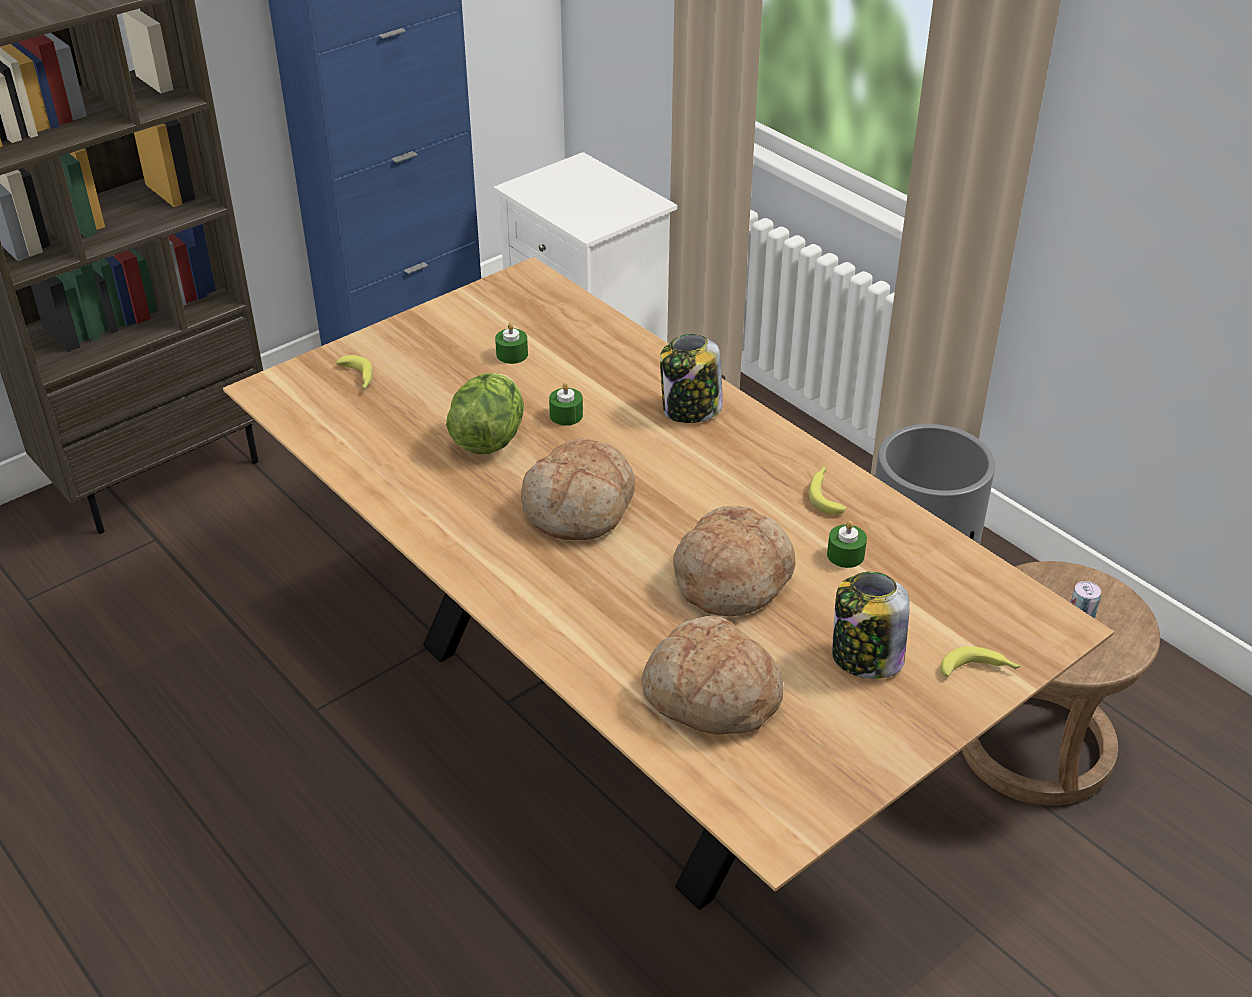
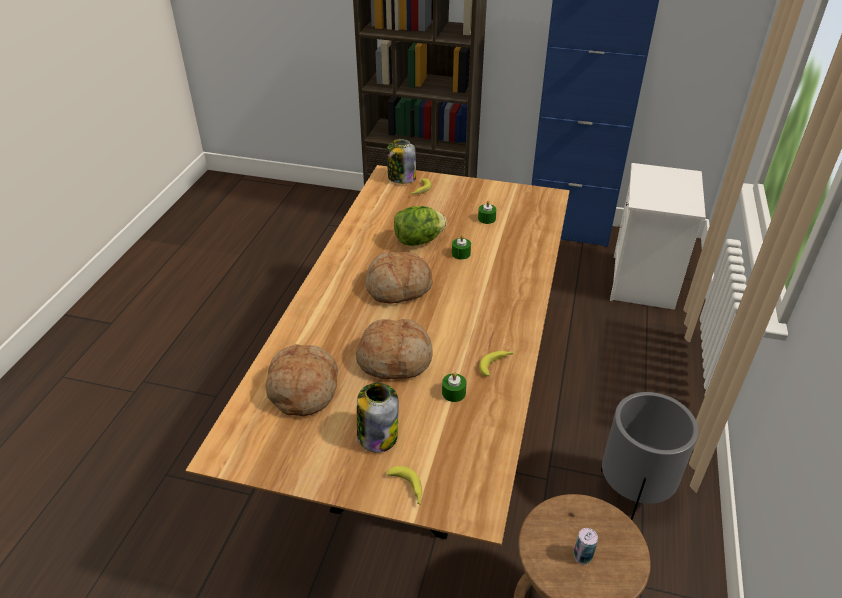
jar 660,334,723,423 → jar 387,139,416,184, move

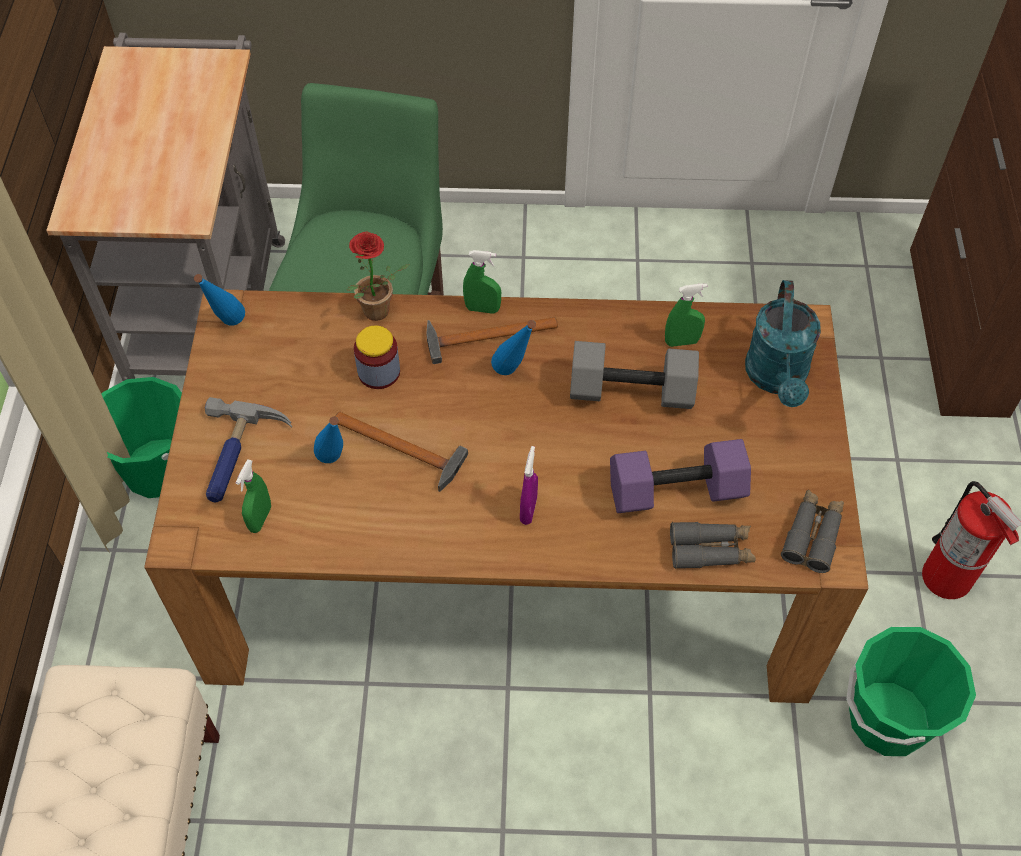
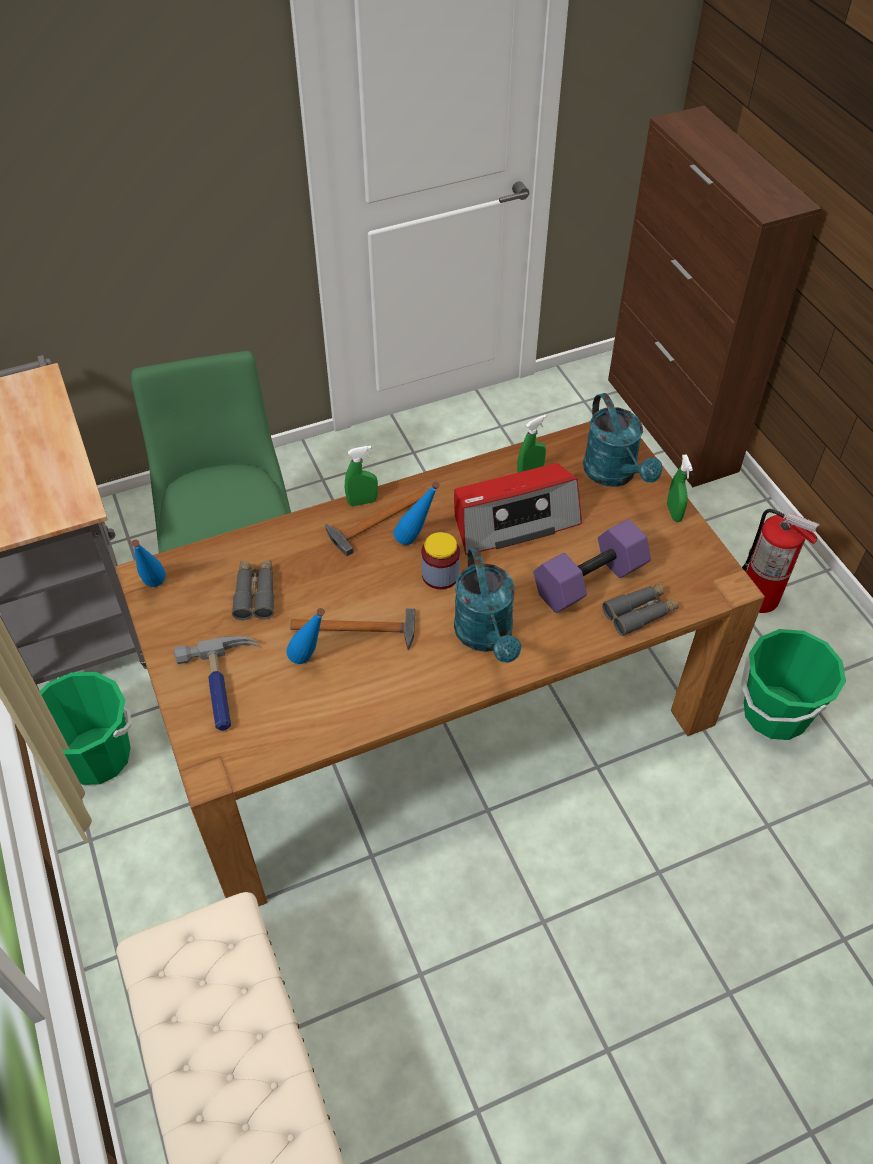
potted plant 347,231,410,321 → -
jar 354,325,400,389 → jar 421,532,460,589, move
grey dumbbell 570,341,699,409 → radio 454,463,582,555
purple spray bottle 520,446,538,525 → turquoise watering can 454,547,521,663
green spray bottle 236,460,271,533 → green spray bottle 667,454,693,522, move
grey binoculars 781,490,844,573 → grey binoculars 232,560,274,620, move

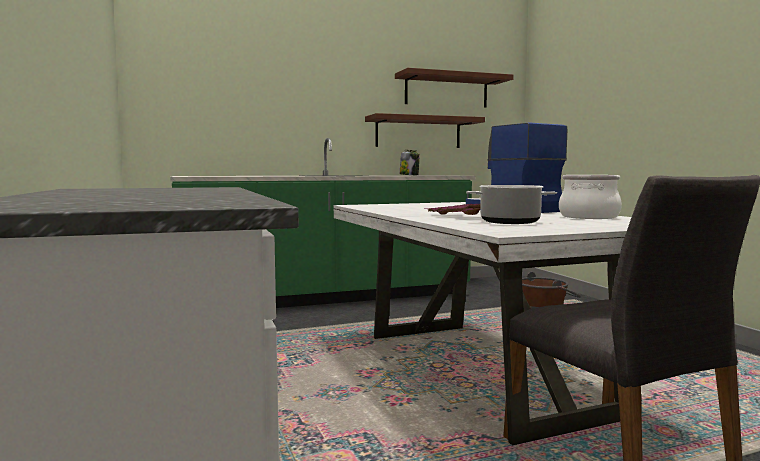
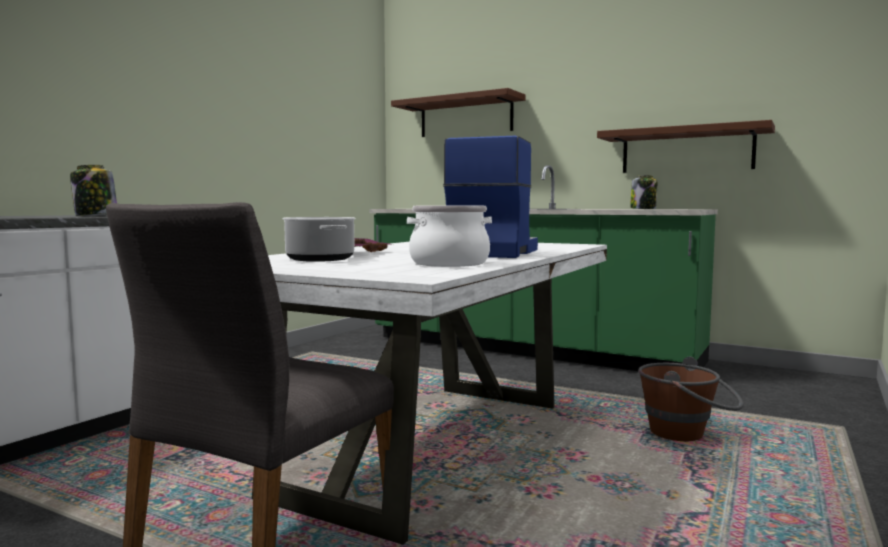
brown shelf 395,68,513,108 → brown shelf 391,88,525,137, move
- → jar 70,165,117,216

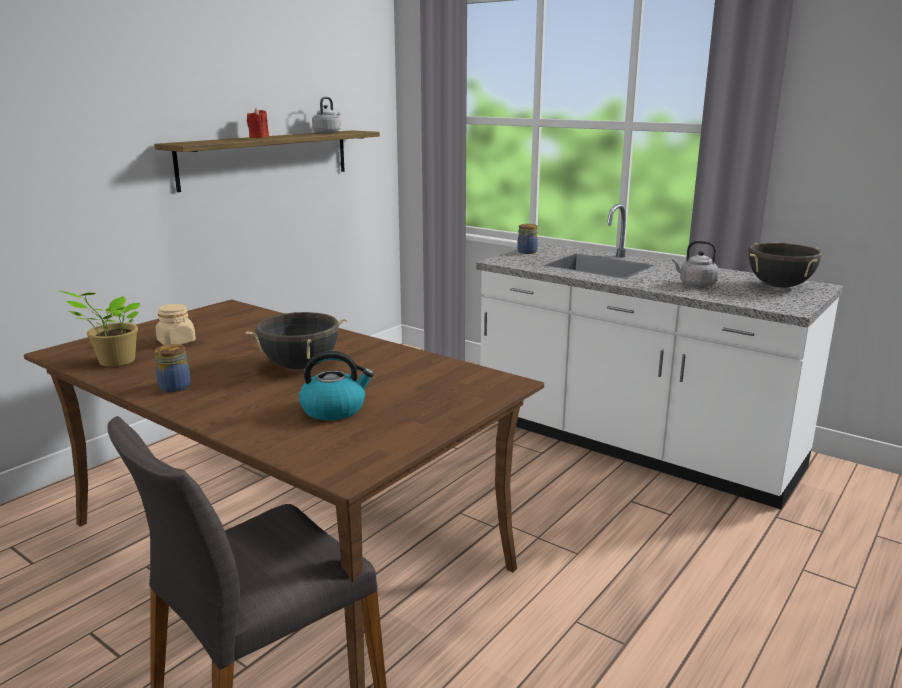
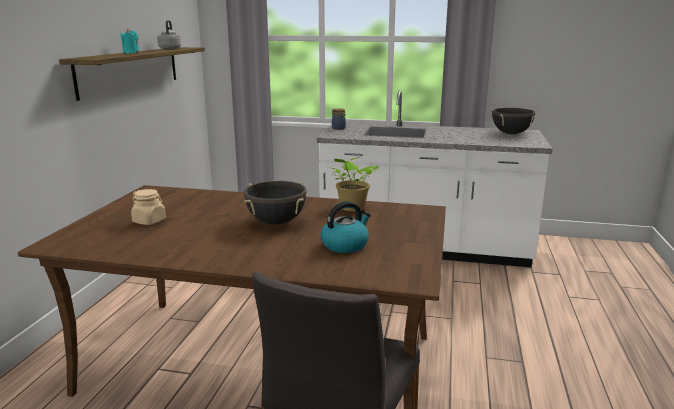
red candle 247,108,269,138 → turquoise candle 120,29,140,54
grey kettle 672,241,718,287 → -
potted plant 60,291,140,367 → potted plant 329,157,378,212, move
jar 154,344,191,393 → -

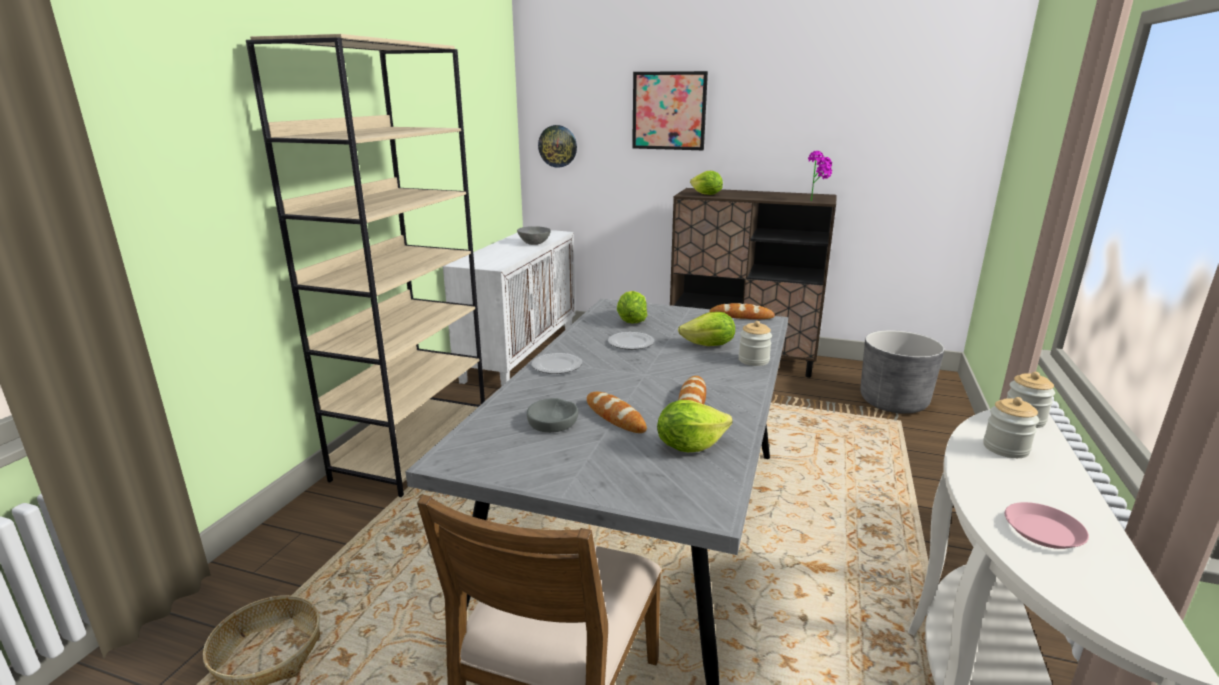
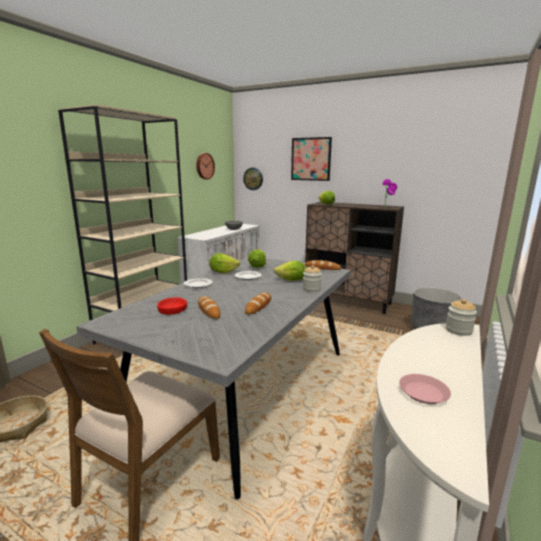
jar 983,397,1039,458 → -
grey bowl 527,398,578,433 → red bowl 157,297,187,315
lettuce 657,400,733,452 → lettuce 209,253,240,273, move
- → wall clock 196,153,215,179

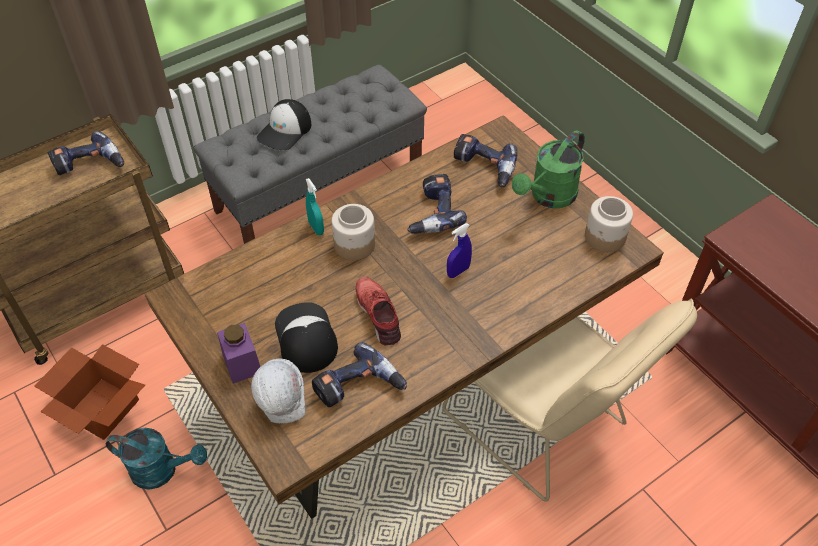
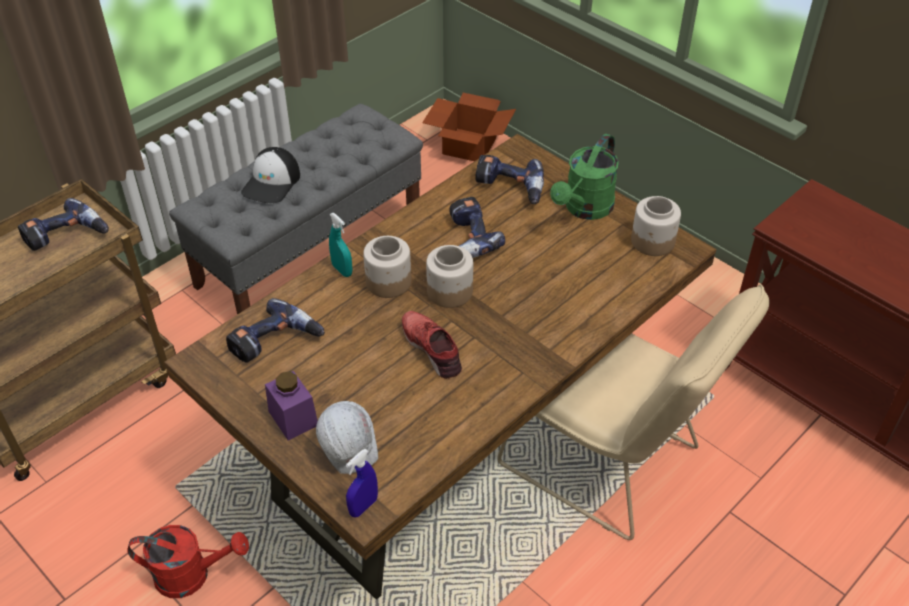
blue spray bottle 447,223,472,278 → blue spray bottle 346,449,378,518, move
cap 275,302,338,373 → -
power drill 312,342,407,407 → power drill 226,298,325,362, move
cardboard box 34,344,145,440 → cardboard box 422,93,516,161, move
turquoise watering can 106,428,207,490 → red watering can 127,525,249,598
- → jar 426,245,473,308

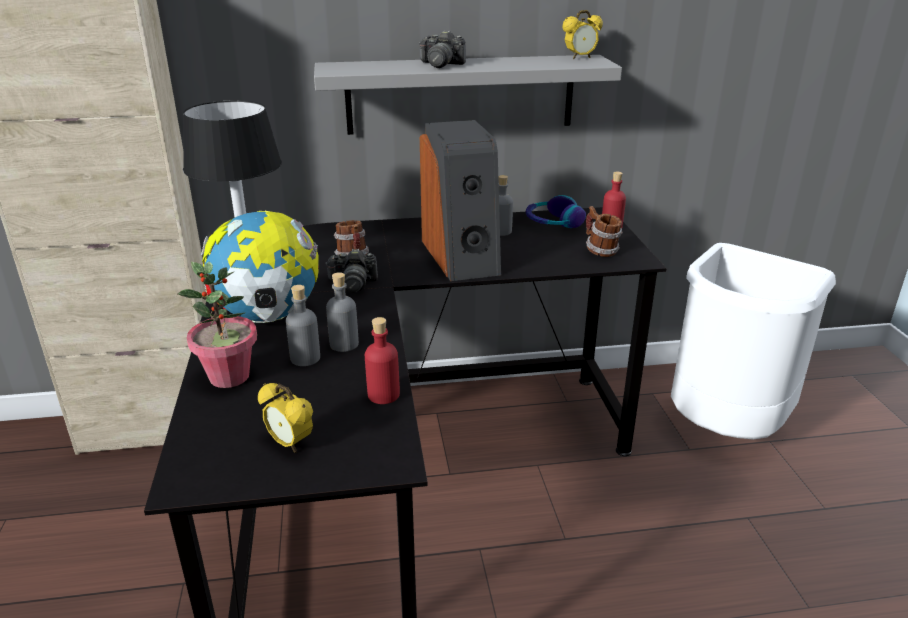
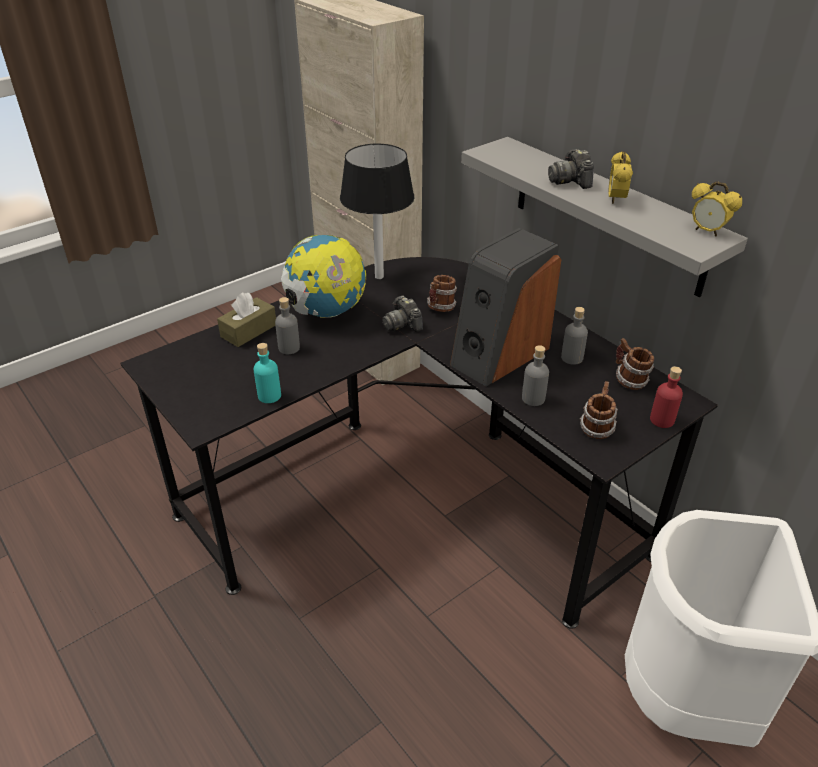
headphones 526,195,586,228 → mug 616,338,654,390
potted plant 178,262,257,388 → brown tissue box 217,292,276,347
grey bottle 326,272,359,352 → grey bottle 522,345,549,406, move
red bottle 365,317,400,404 → turquoise bottle 253,343,281,403
alarm clock 258,383,313,453 → alarm clock 608,151,633,204, move

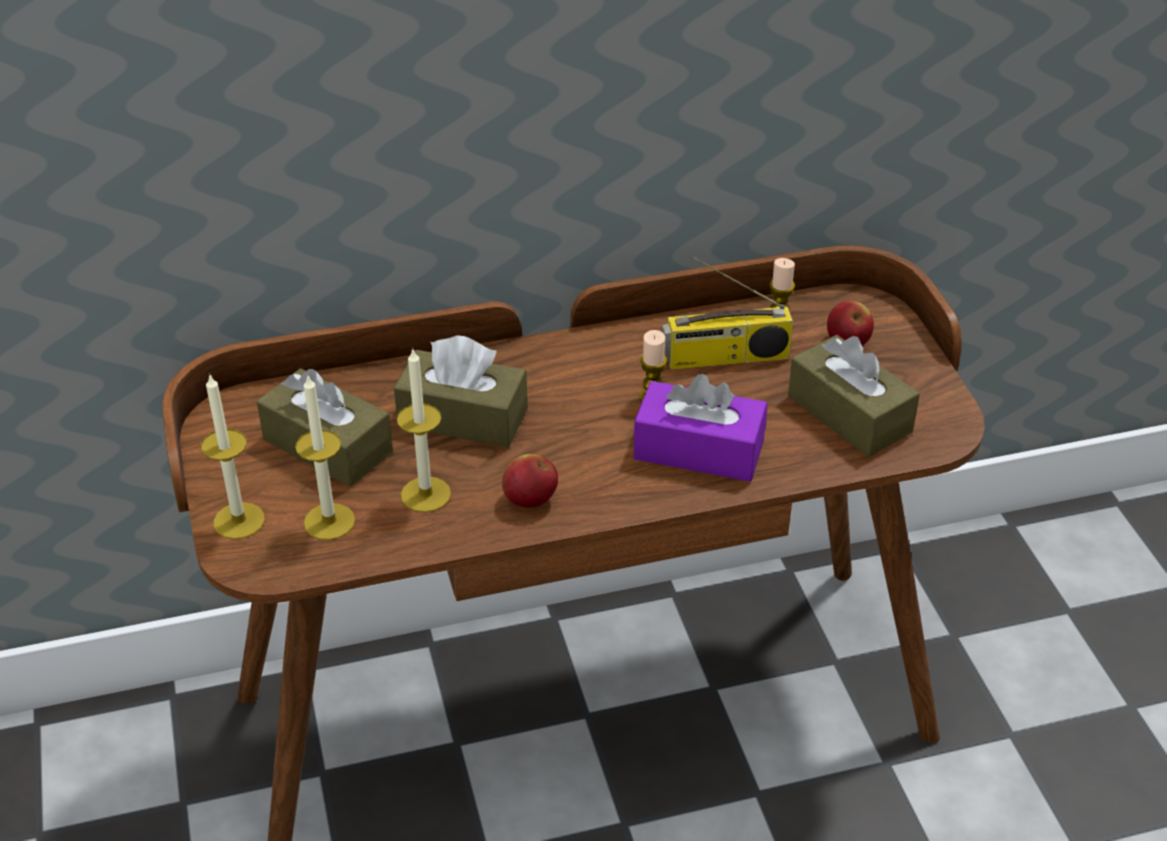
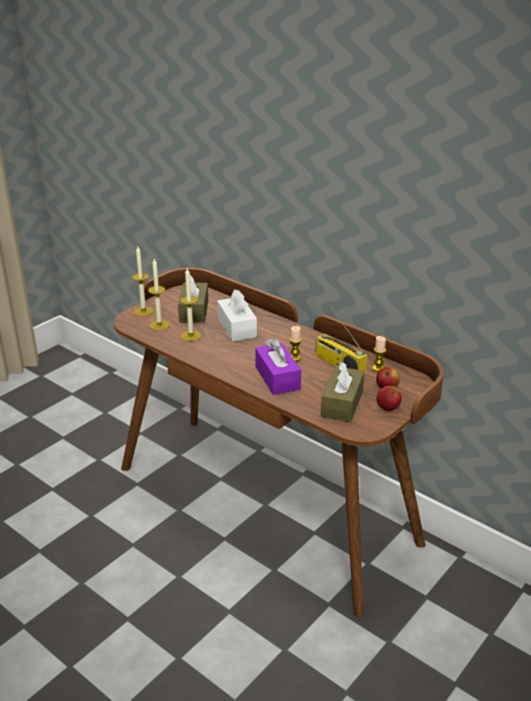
brown tissue box 394,335,528,447 → white tissue box 217,289,257,342
apple 502,454,558,507 → apple 377,386,402,411, move

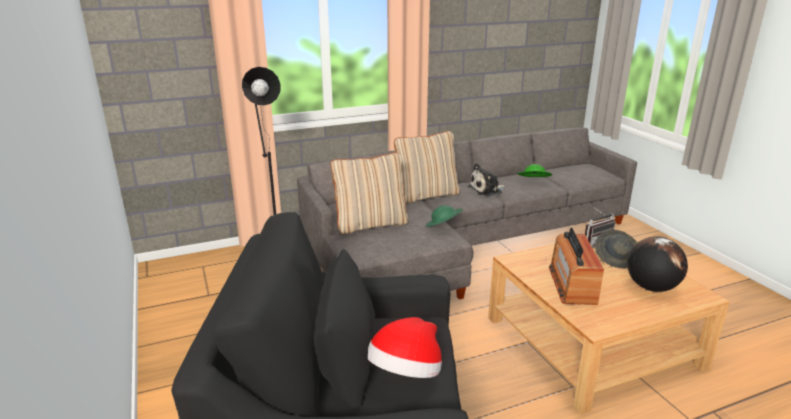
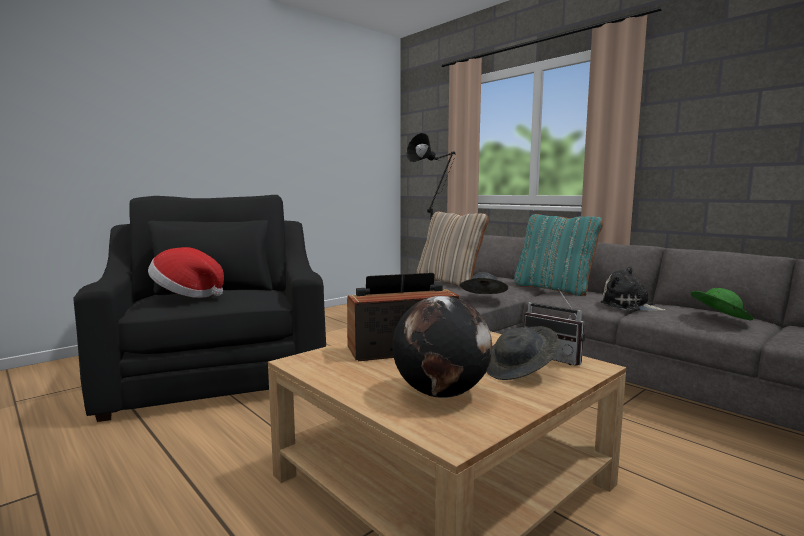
beige pillow 394,131,460,204 → turquoise pillow 514,214,603,296
green hat 426,205,463,227 → grey hat 460,272,508,294

